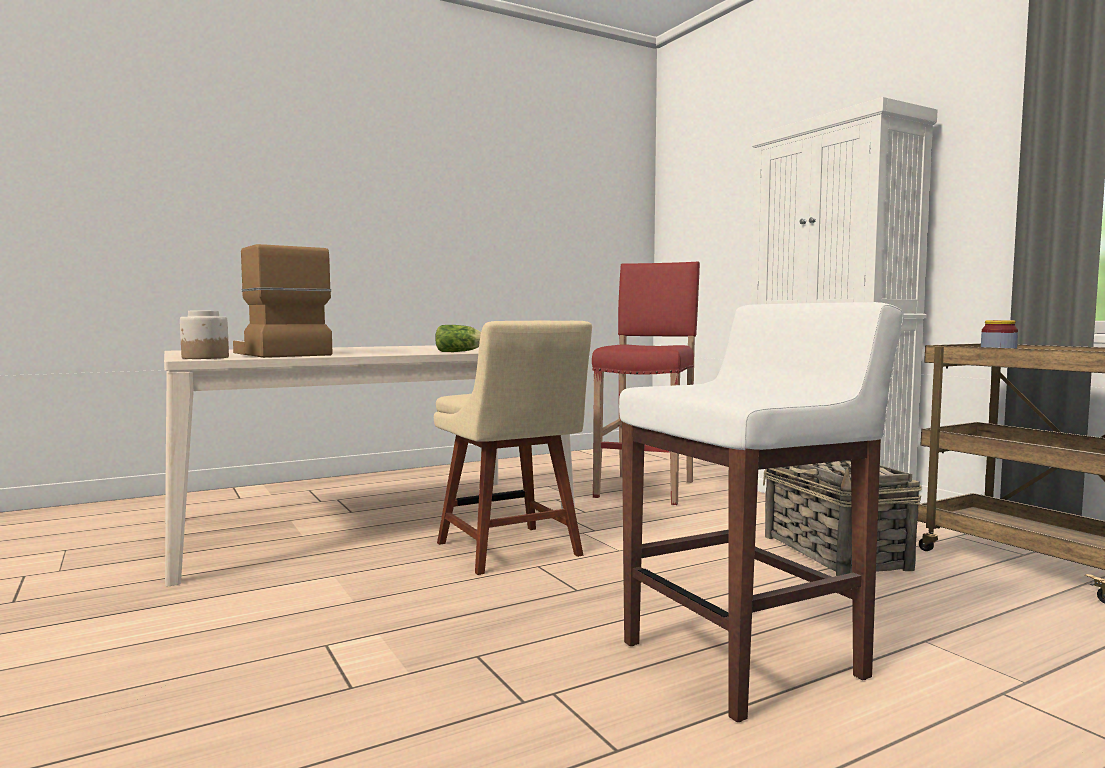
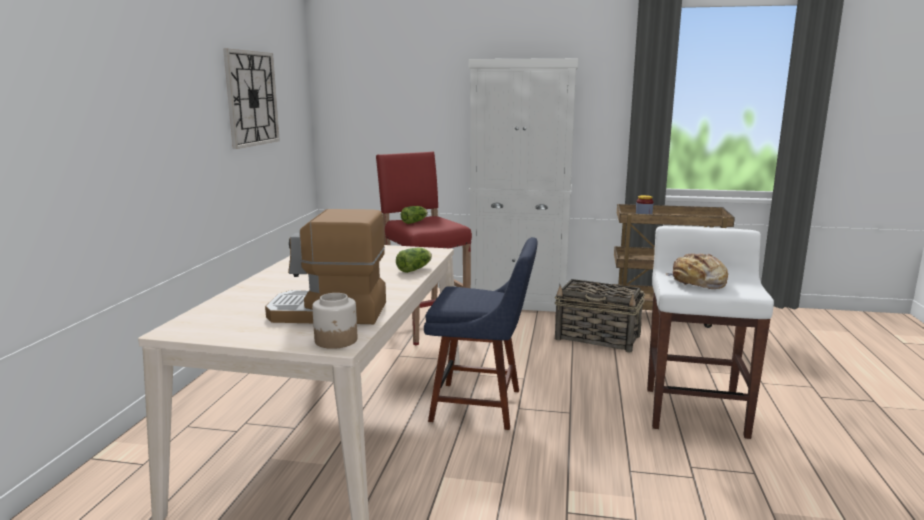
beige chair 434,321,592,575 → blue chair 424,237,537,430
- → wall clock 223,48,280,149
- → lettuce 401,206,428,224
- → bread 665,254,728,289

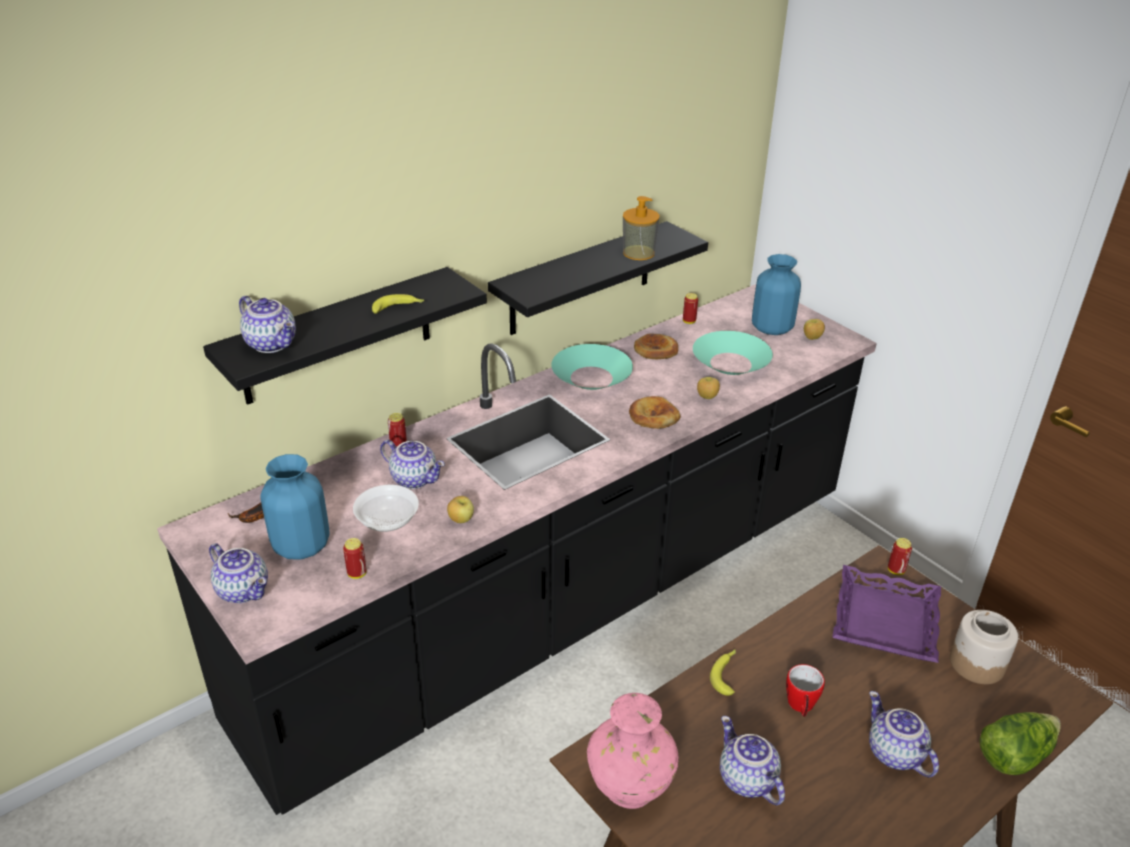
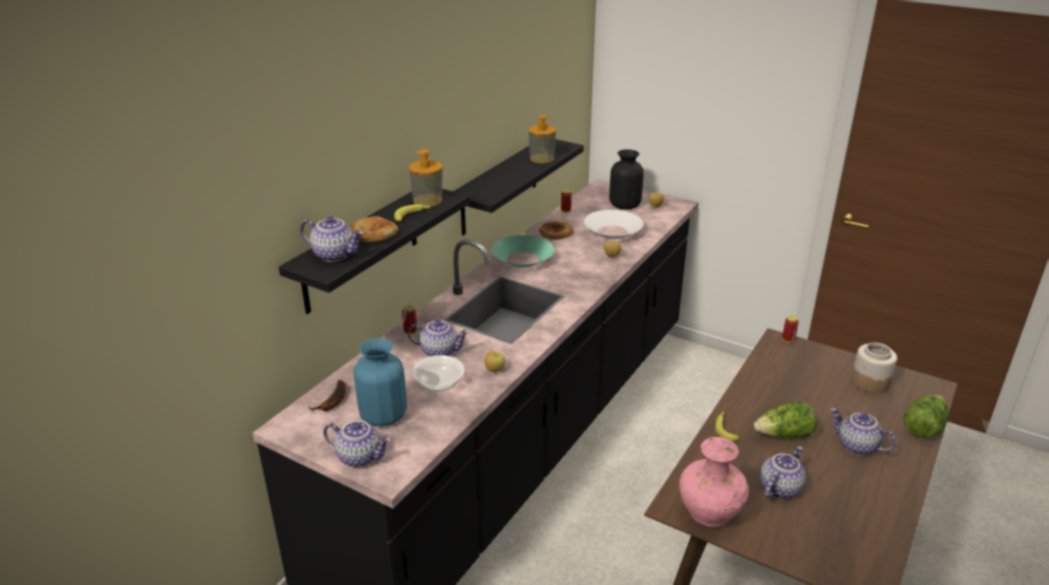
blue vase 752,254,801,335 → black vase 609,149,644,210
turquoise bowl 693,331,773,375 → white bowl 584,210,644,239
bread 629,396,681,429 → bread 350,216,399,242, move
can 343,538,367,579 → -
purple tray 832,565,941,663 → -
mug 786,664,825,717 → lettuce 754,402,817,439
teapot 720,716,785,805 → teapot 760,446,806,499, 90 degrees clockwise
- → soap dispenser 409,149,442,206

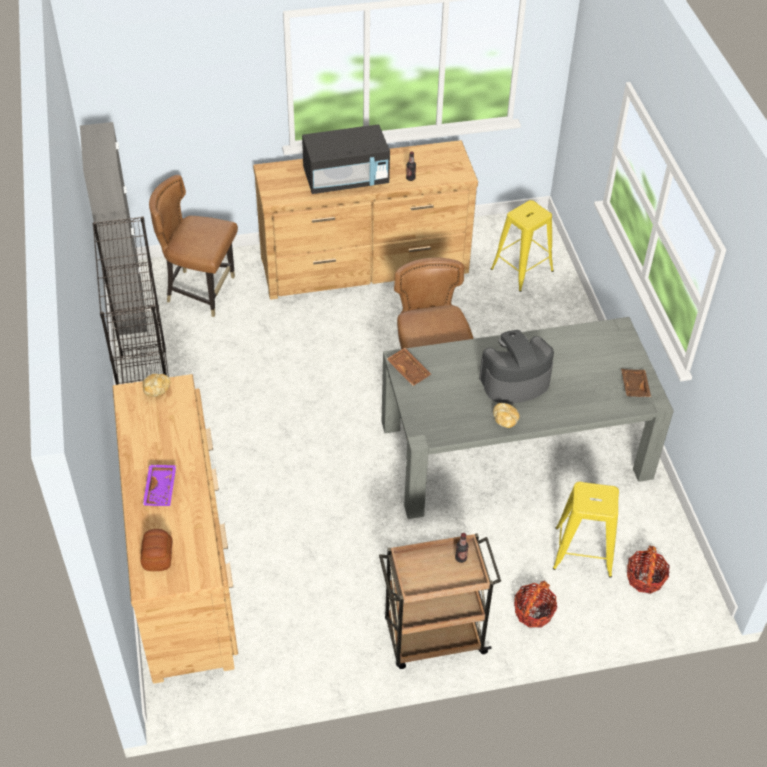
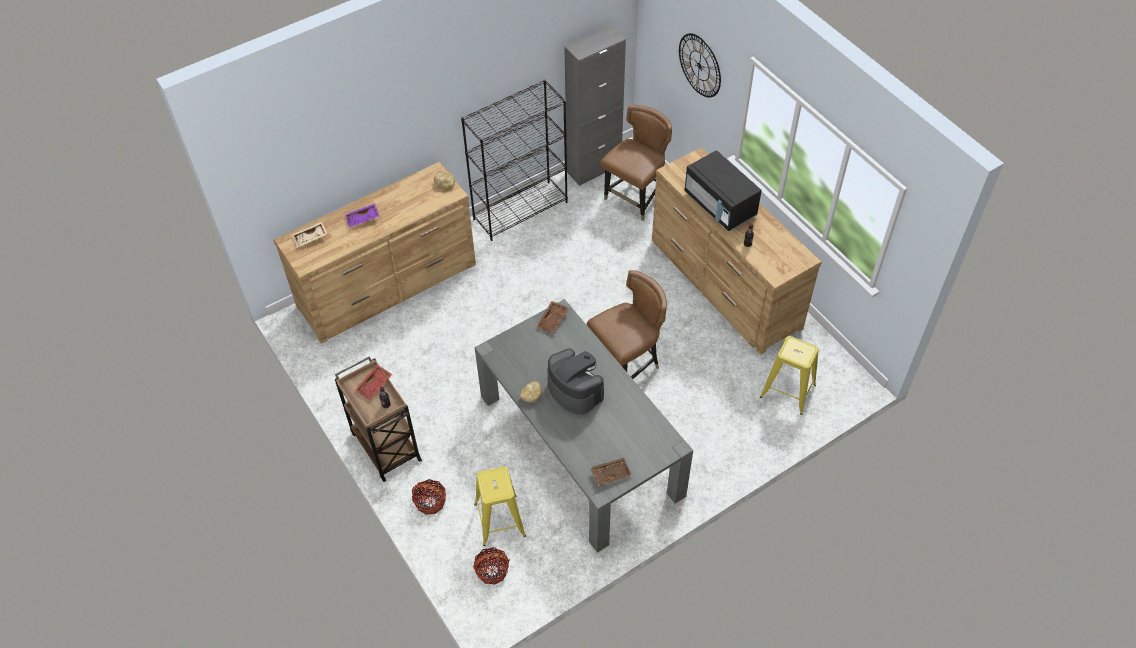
brown chair 149,175,238,317 → brown chair 600,105,672,221, 45 degrees clockwise
bread 141,529,172,571 → beige tray 292,222,327,247
- → wall clock 679,33,721,98
- → red tray 355,365,392,400

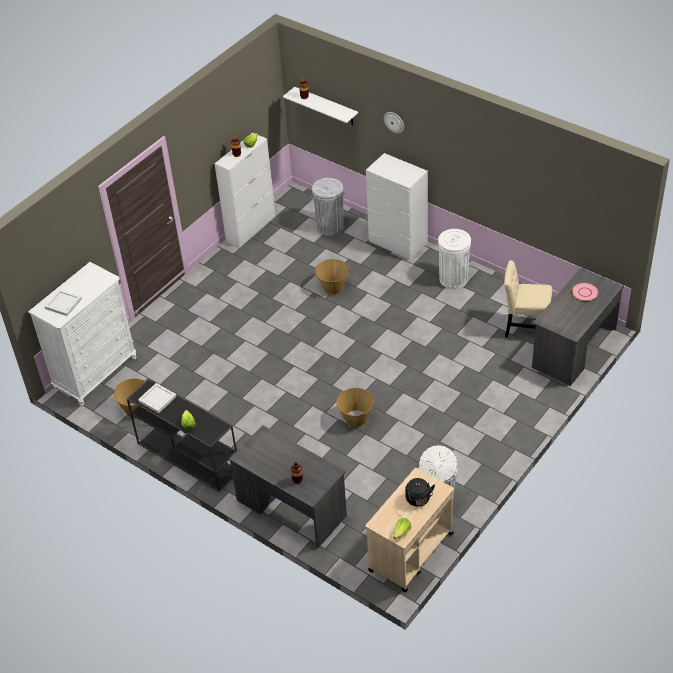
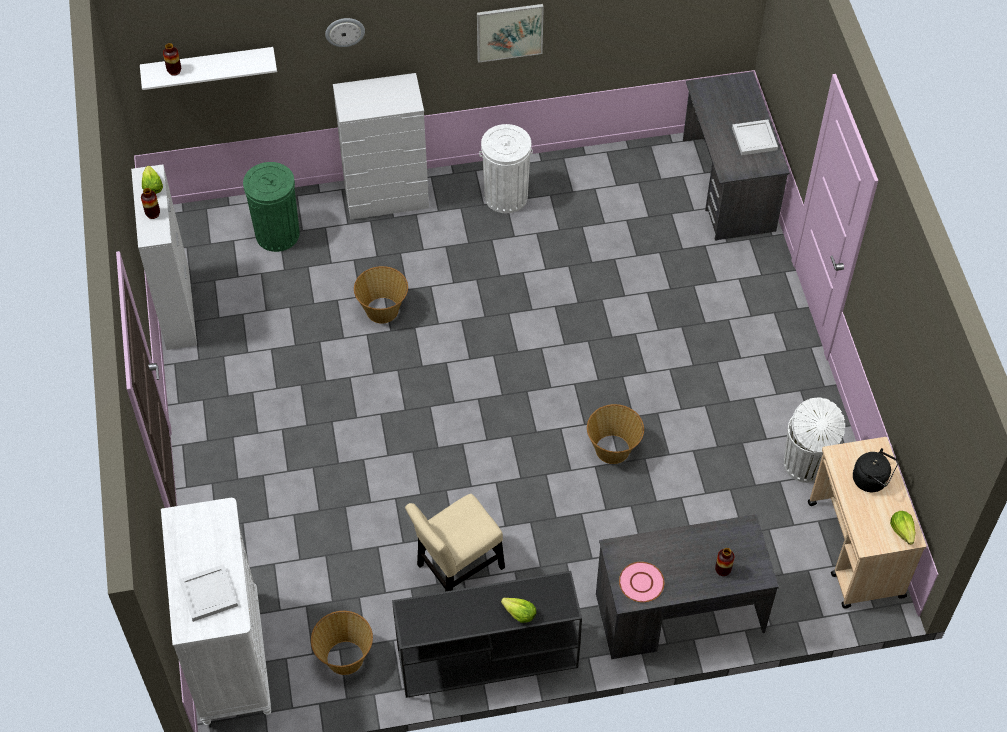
grey trash can 311,178,344,236 → green trash can 243,162,300,252
beige chair 504,260,552,337 → beige chair 405,494,505,591, move
pink plate 572,283,598,301 → pink plate 619,562,664,602, move
white tray 138,383,177,413 → white tray 732,119,778,155, move
- → picture 477,4,544,63

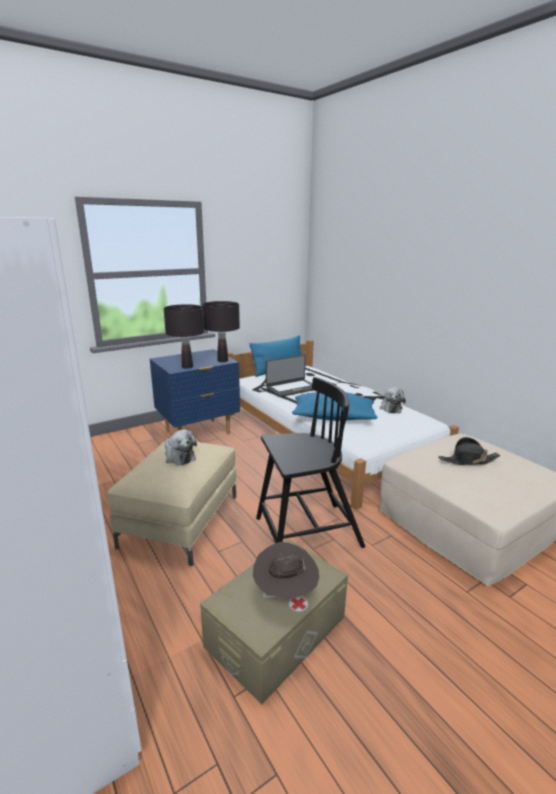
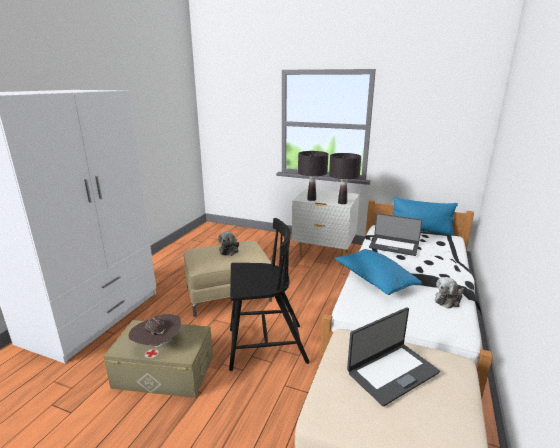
blue nightstand 150,349,240,434 → white nightstand 292,188,360,265
black chair 256,377,365,548 → black chair 229,218,310,371, 45 degrees counterclockwise
black hat 438,437,500,465 → laptop 347,307,440,407

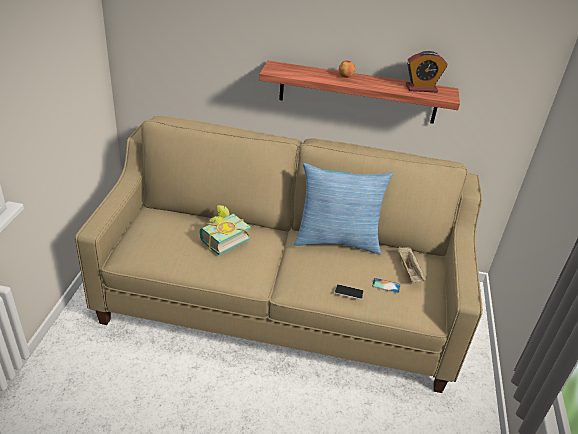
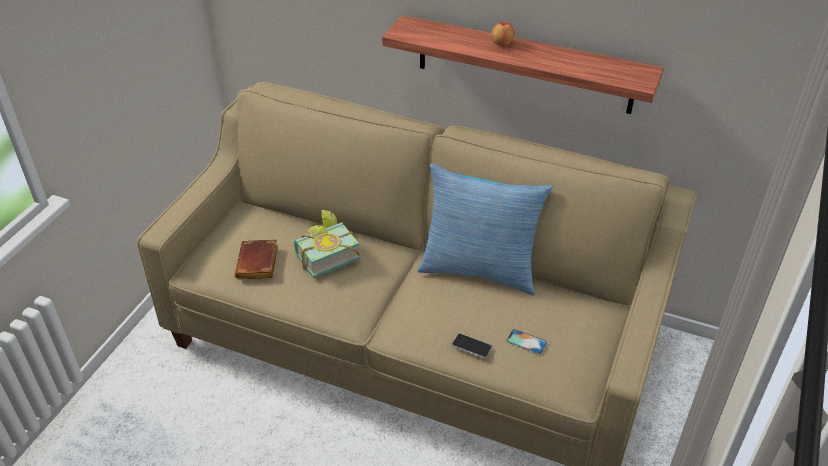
alarm clock 406,51,448,92 → -
beige tray 398,247,427,283 → -
- → brown book 235,239,278,279

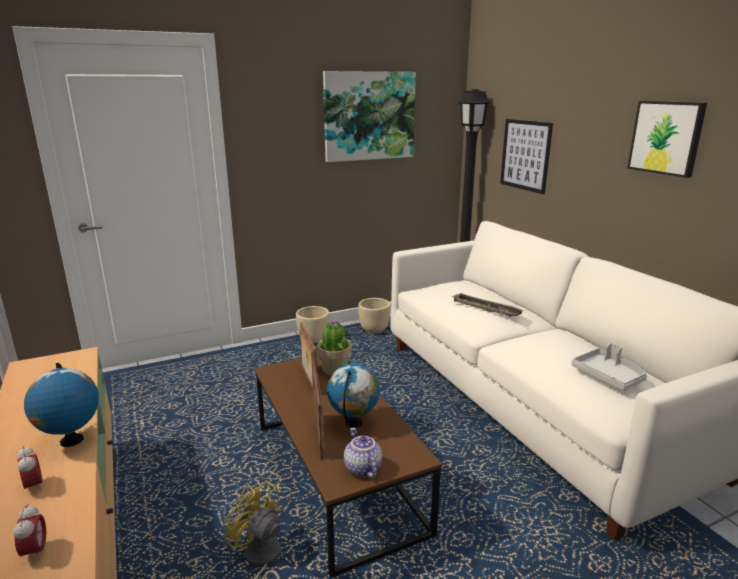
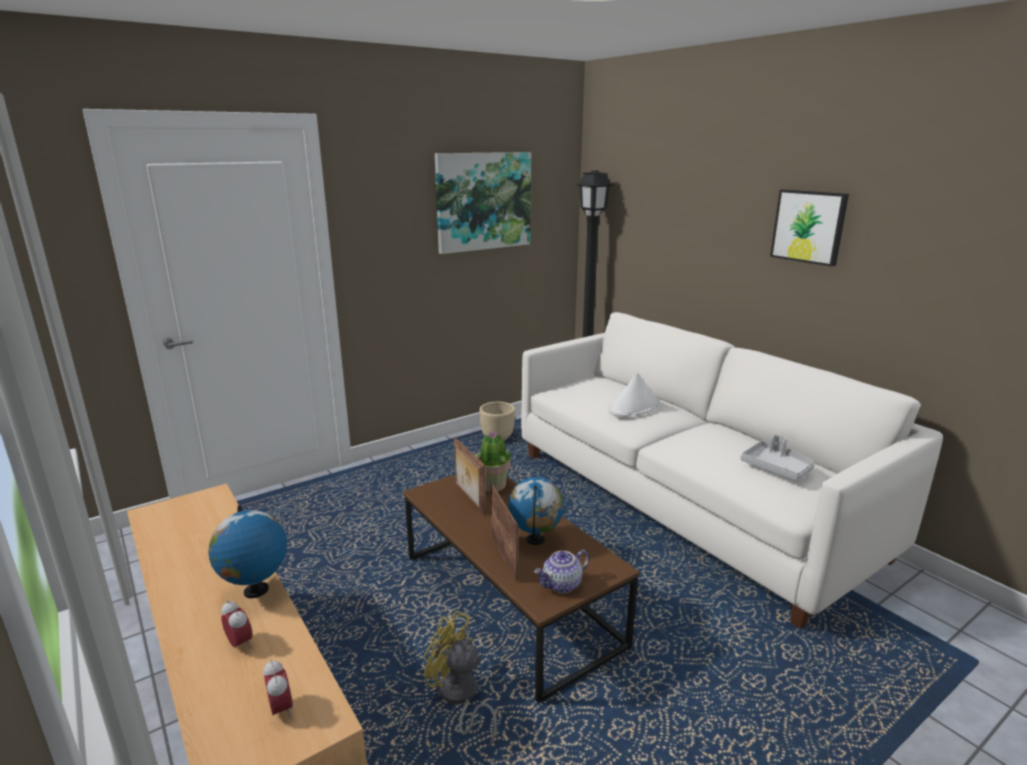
picture 500,119,553,194 → -
tray 451,292,524,317 → white hat 608,372,660,417
beige planter 296,306,329,343 → -
teapot 344,428,382,478 → teapot 534,550,589,593, 90 degrees counterclockwise

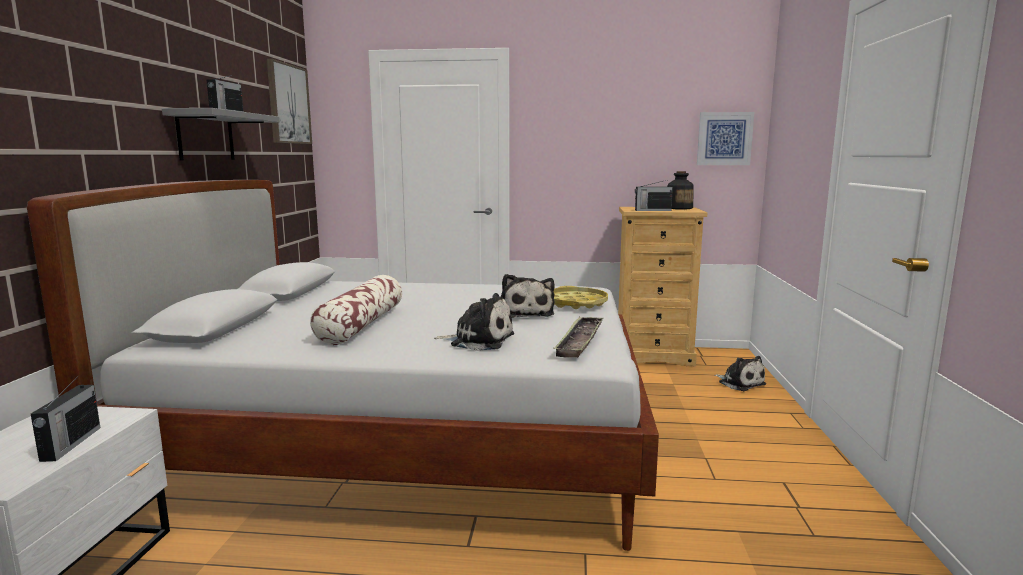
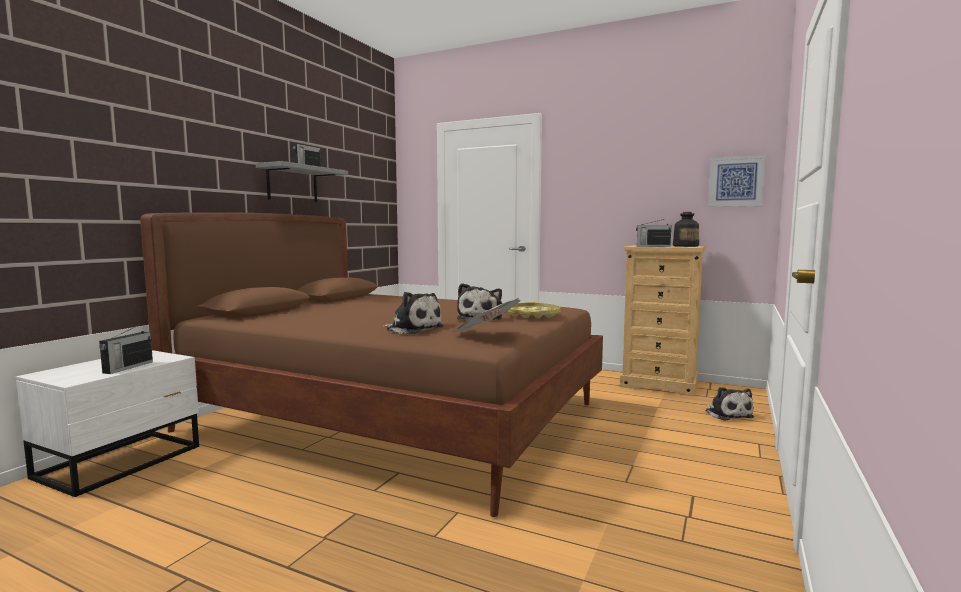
picture 267,59,312,144 → -
white bed 27,180,659,551 → brown bed 140,212,603,517
pillow 310,275,402,345 → -
tray 553,316,603,358 → newspaper 453,298,520,332

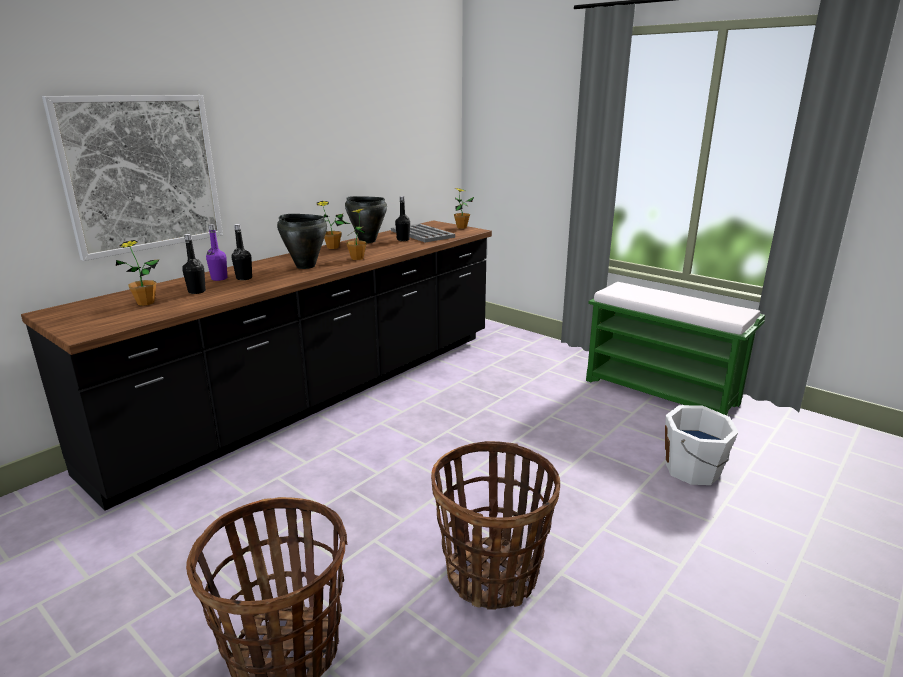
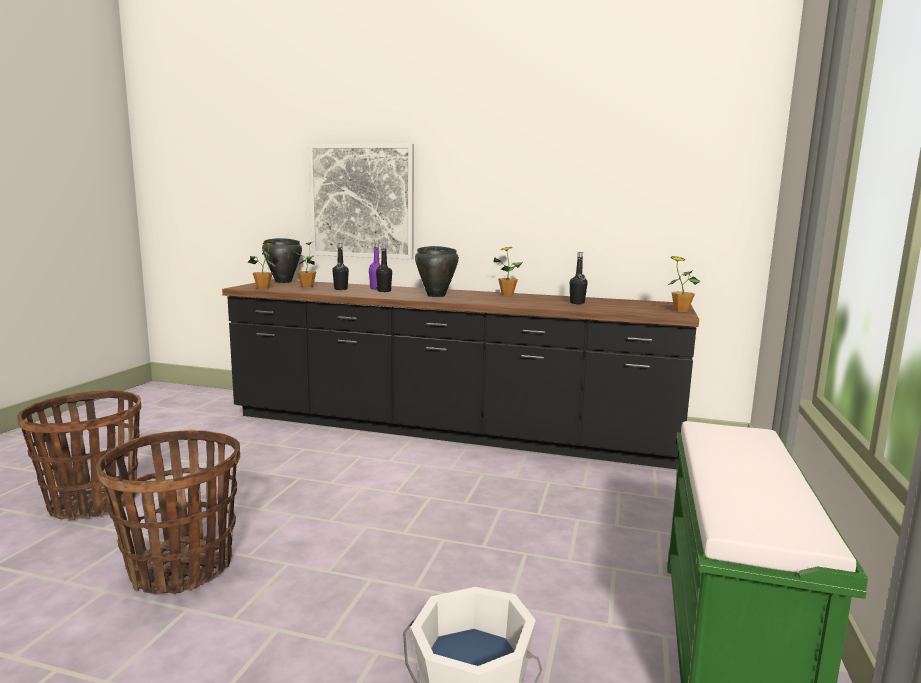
black cooking pot 345,196,387,243 → black cooking pot 262,238,302,283, move
potted plant 341,208,367,260 → potted plant 248,242,275,289, move
grey tray 391,224,455,243 → -

